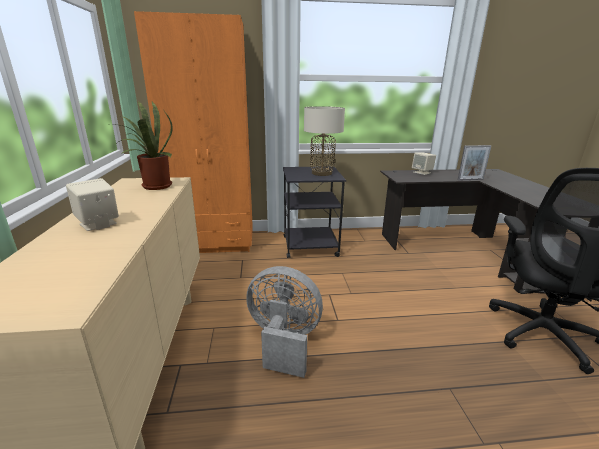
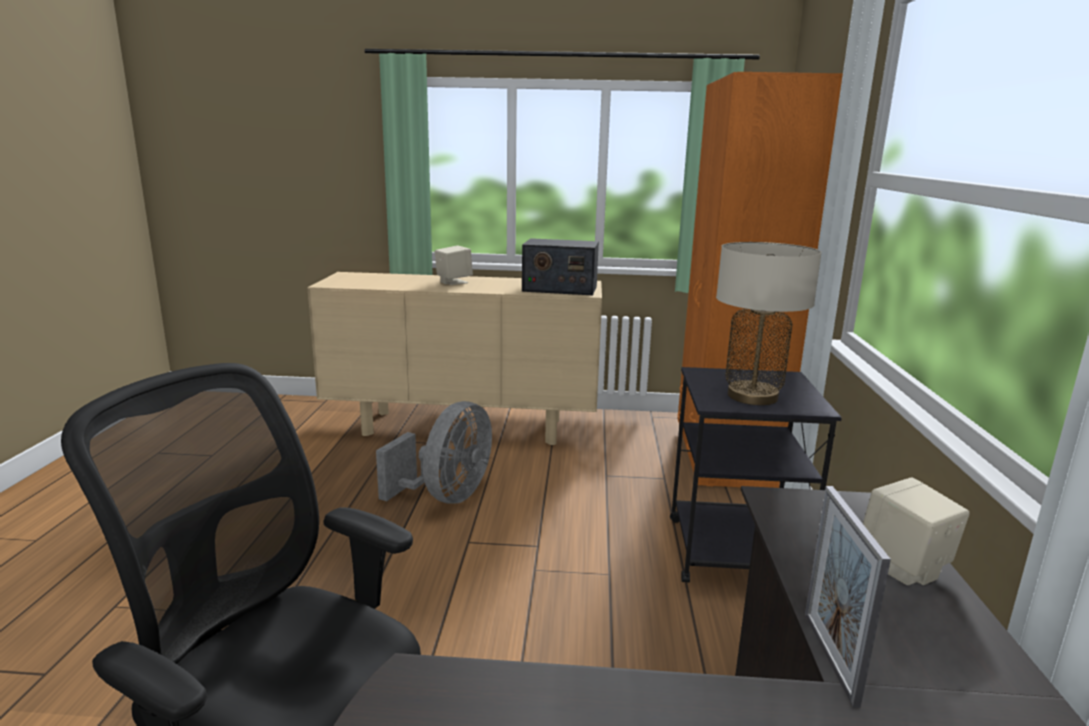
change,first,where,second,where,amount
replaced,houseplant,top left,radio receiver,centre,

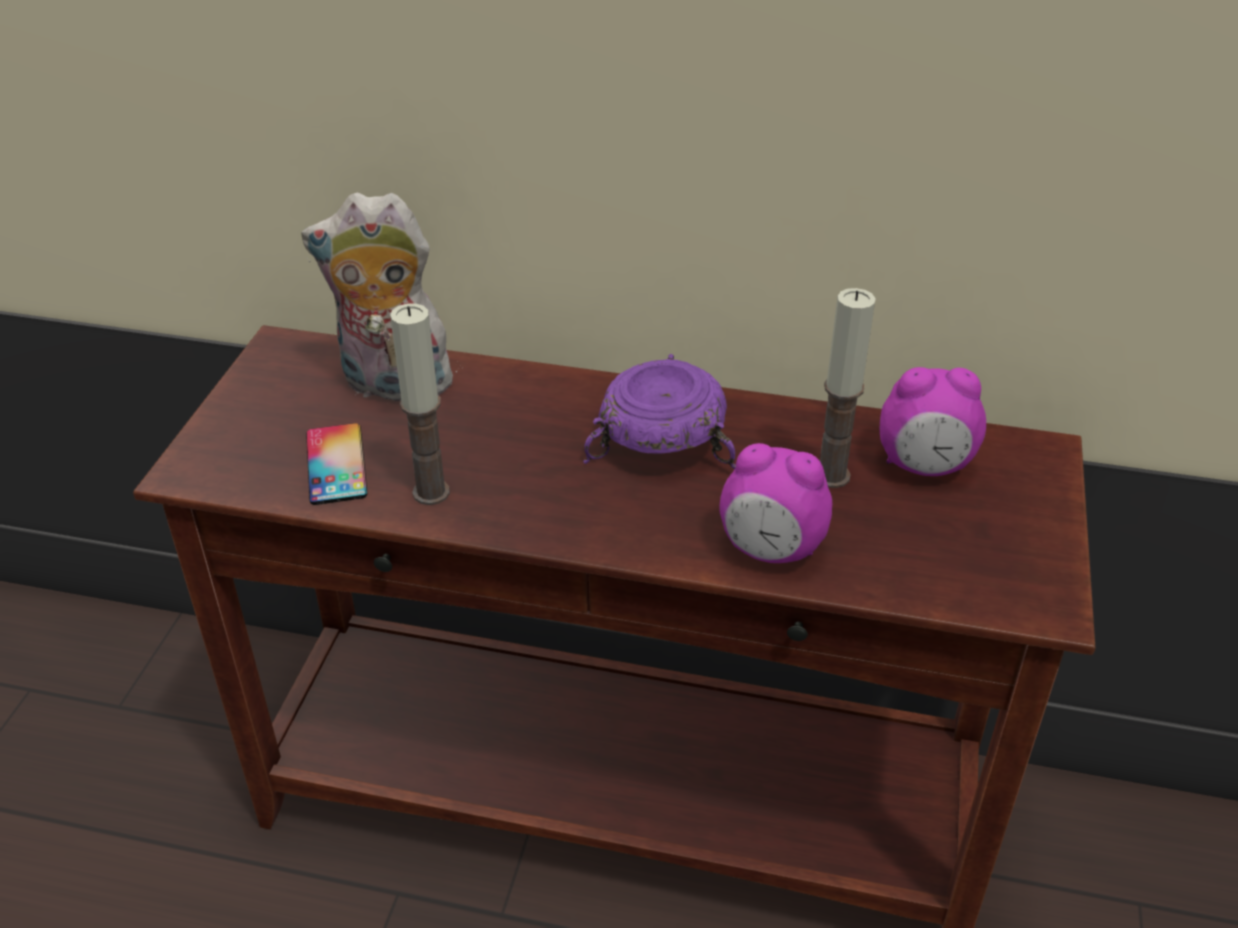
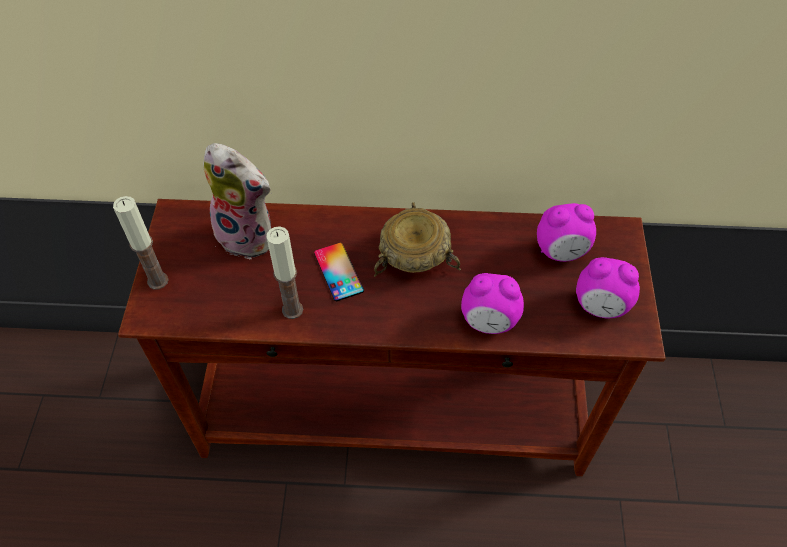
change,first,where,second,where,amount
turned,cuddly toy,top left,,middle left,150 degrees counterclockwise
moved,handset,middle left,,centre,
recoloured,purple bowl,centre,sand-coloured bowl,centre,
moved,wax candle (2nd from left in the first image),middle right,wax candle (1st from left),middle left,
added,,,table clock (3rd from left),middle right,

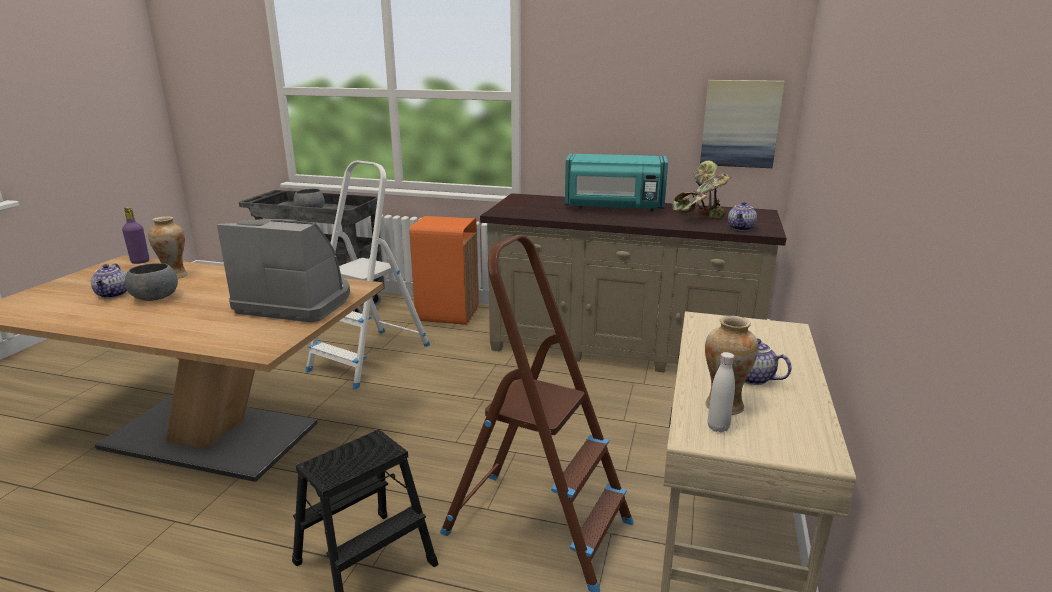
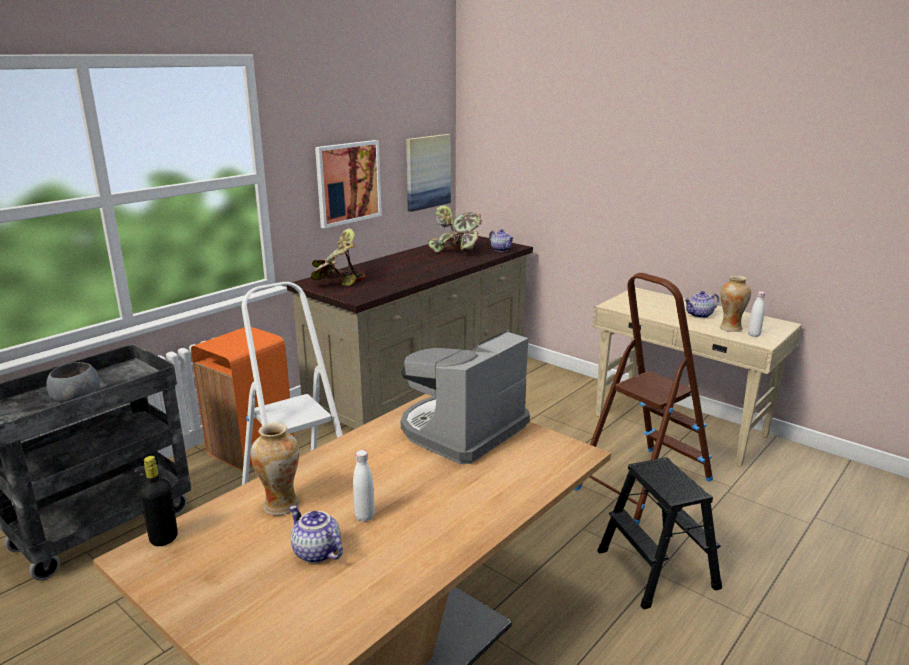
change,first,where,second,where,amount
turned,tea pot (1st from left),middle left,,bottom centre,150 degrees counterclockwise
recoloured,purple beverage bottle,middle left,black beverage bottle,bottom left,
replaced,greyish bowl (1st from left),middle left,white-coloured beverage bottle (1st from left),bottom centre,
removed,blue-green microwave,top centre,,,
added,,,houseplant (1st from left),centre,
added,,,wall picture (1st from left),top centre,

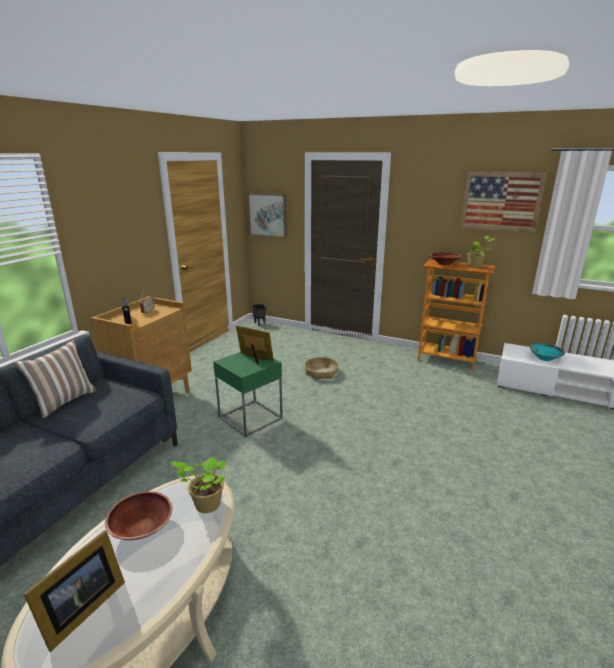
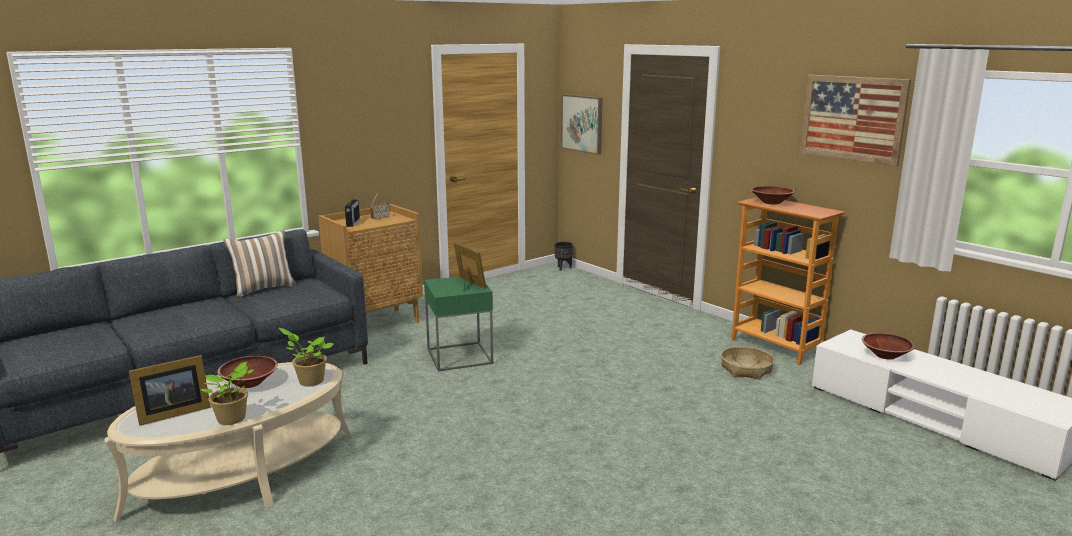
change,first,where,second,where,amount
moved,storage basket,centre,,bottom right,
moved,houseplant (2nd from left in the first image),middle right,houseplant (1st from left),bottom left,
recoloured,blue-green bowl,middle right,brown bowl (3rd from left),middle right,

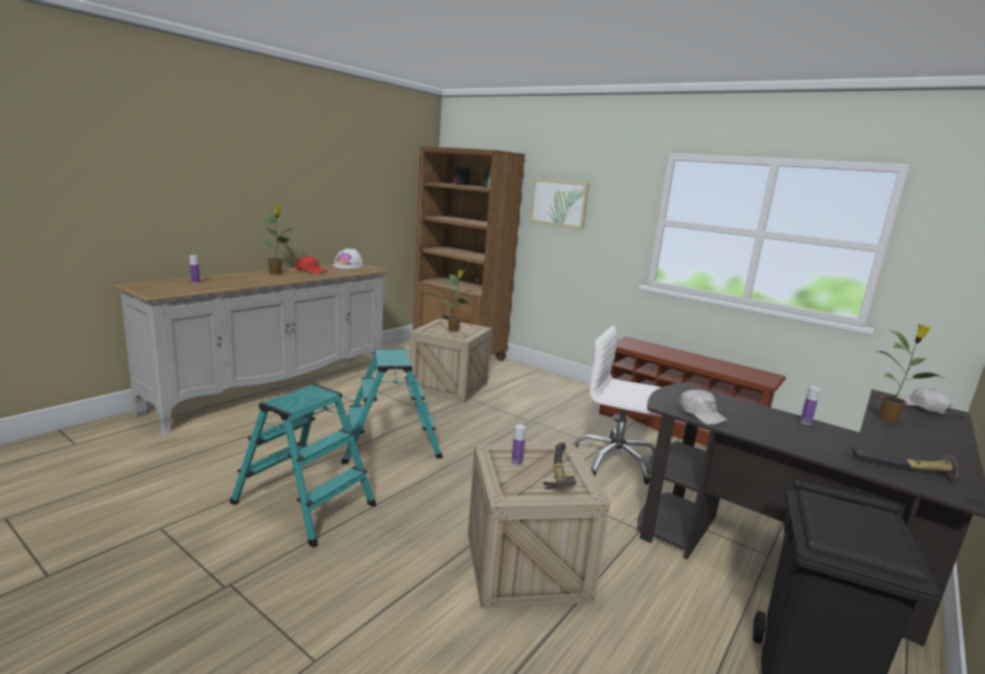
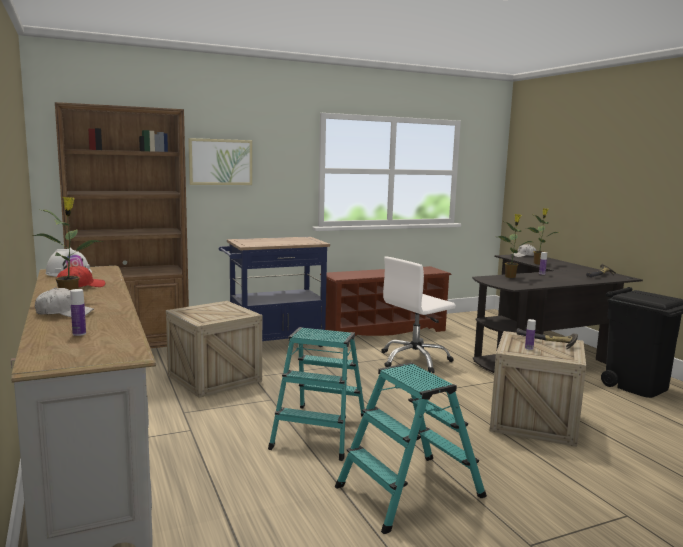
change,first,where,second,where,amount
moved,houseplant (2nd from left),centre,,middle right,
moved,white-coloured cap (1st from left),middle right,,middle left,
added,,,blue trolley,centre,

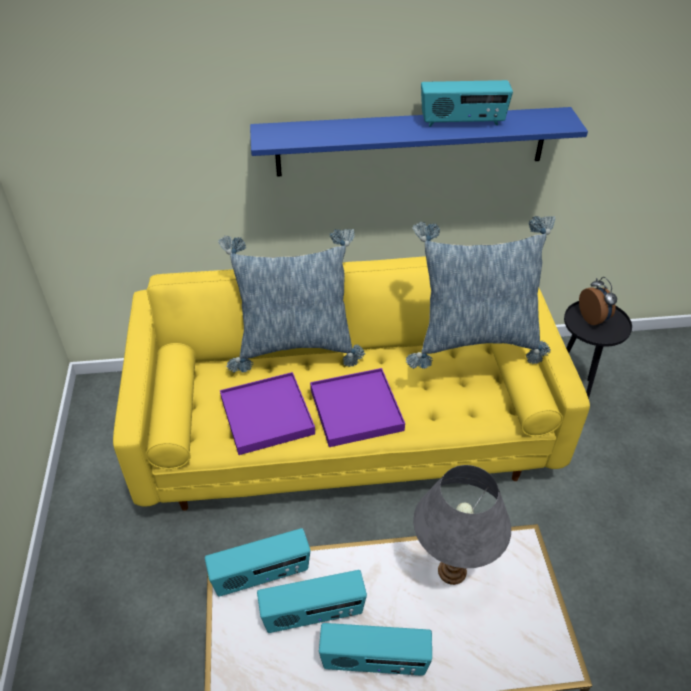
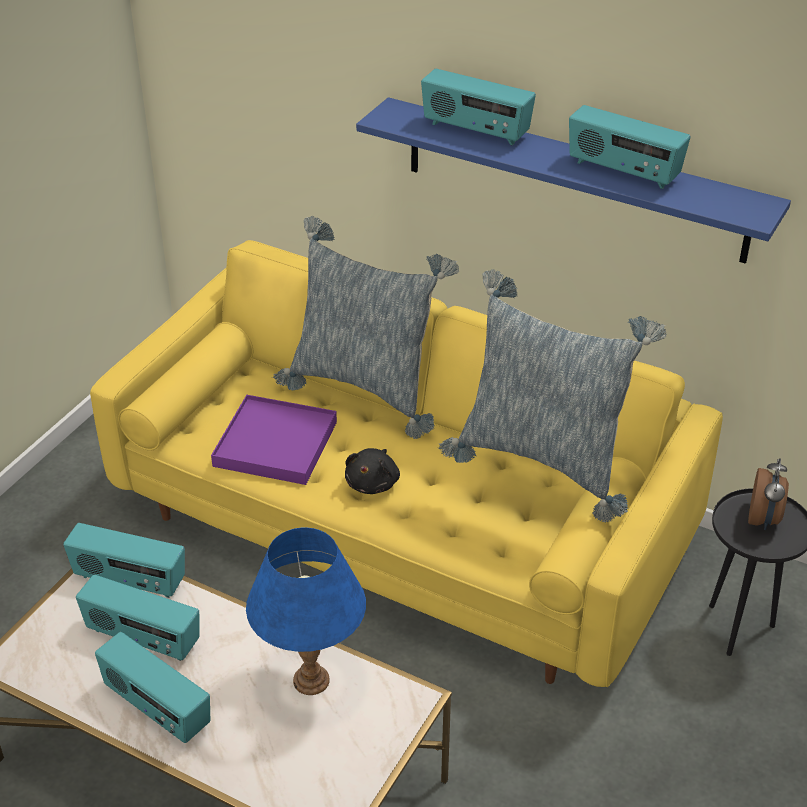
change,first,where,second,where,amount
replaced,purple tray (2nd from left),centre,black cuddly toy,centre,
recoloured,greyish table lamp,bottom right,blue table lamp,bottom centre,
added,,,radio receiver (4th from left),top centre,

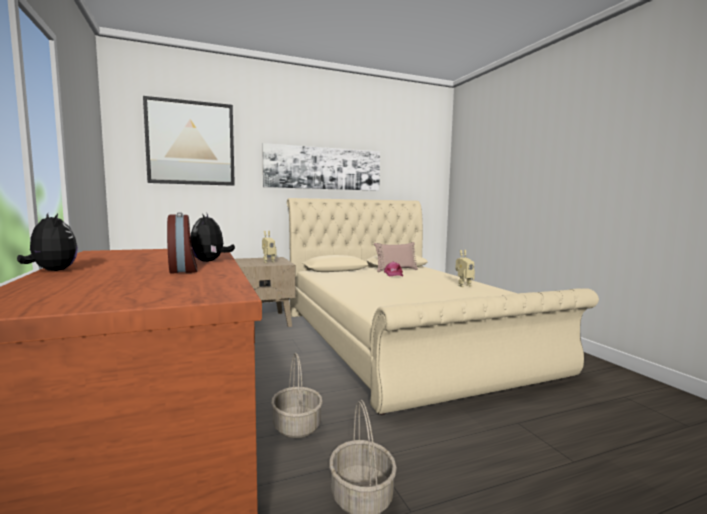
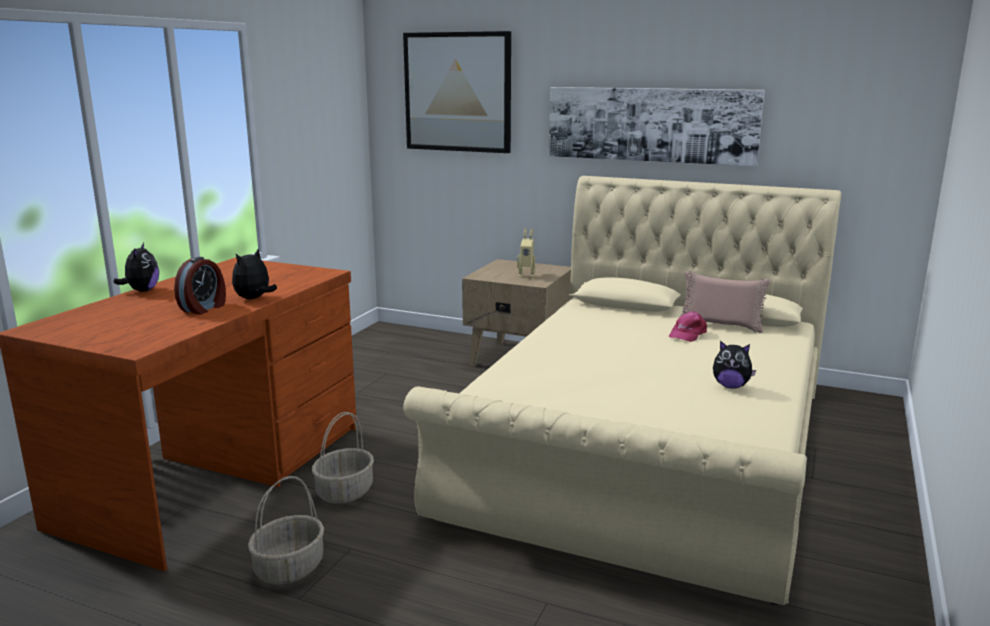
change,first,where,second,where,amount
replaced,model robot (2nd from left),centre,cuddly toy (3rd from left),middle right,

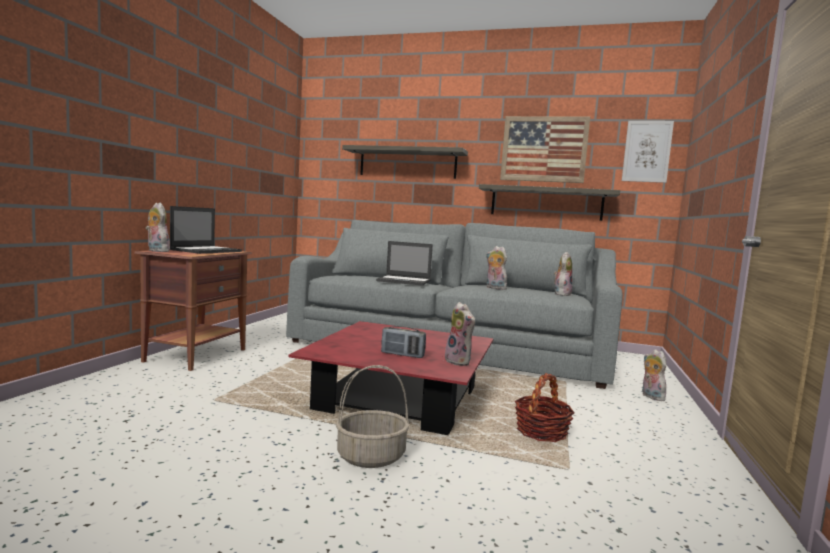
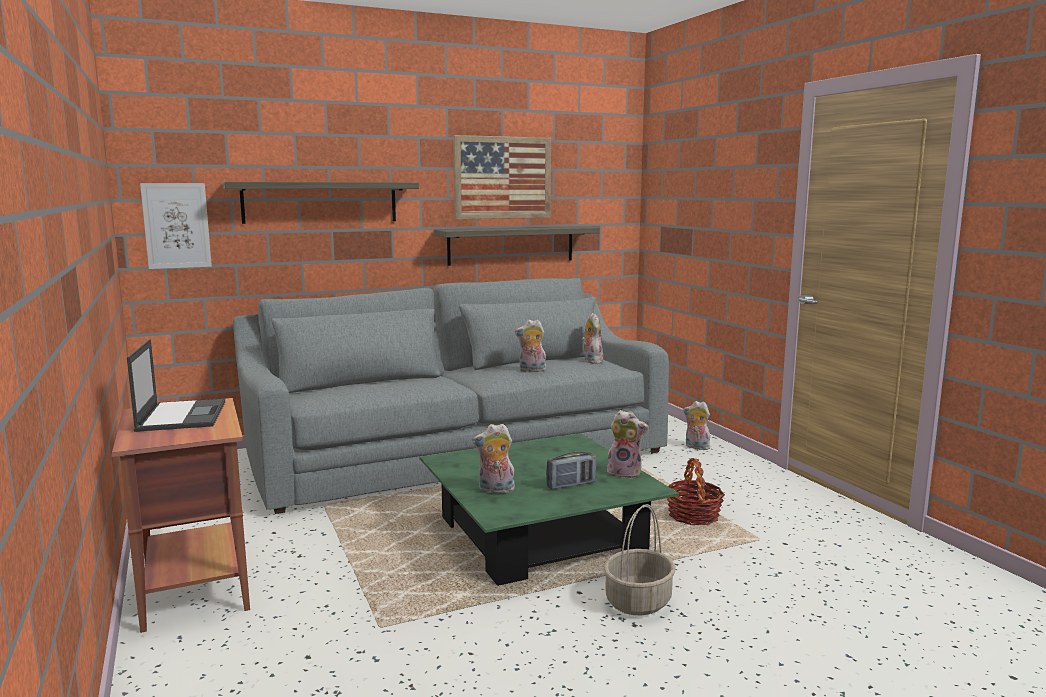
change,first,where,second,where,amount
moved,cuddly toy (1st from left),middle left,,centre,
recoloured,reddish low table,bottom centre,green-coloured low table,bottom centre,
removed,portable computer (2nd from left),centre,,,
moved,wall picture (2nd from left in the first image),top right,wall picture (1st from left),top left,

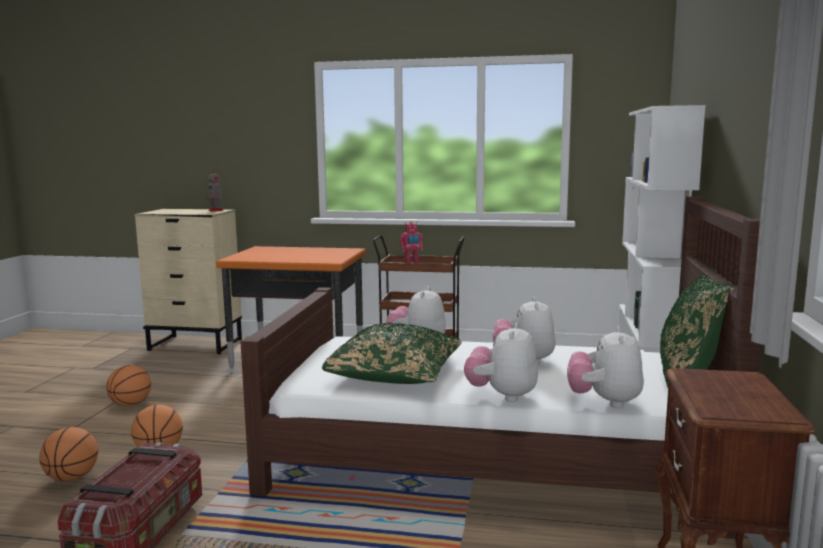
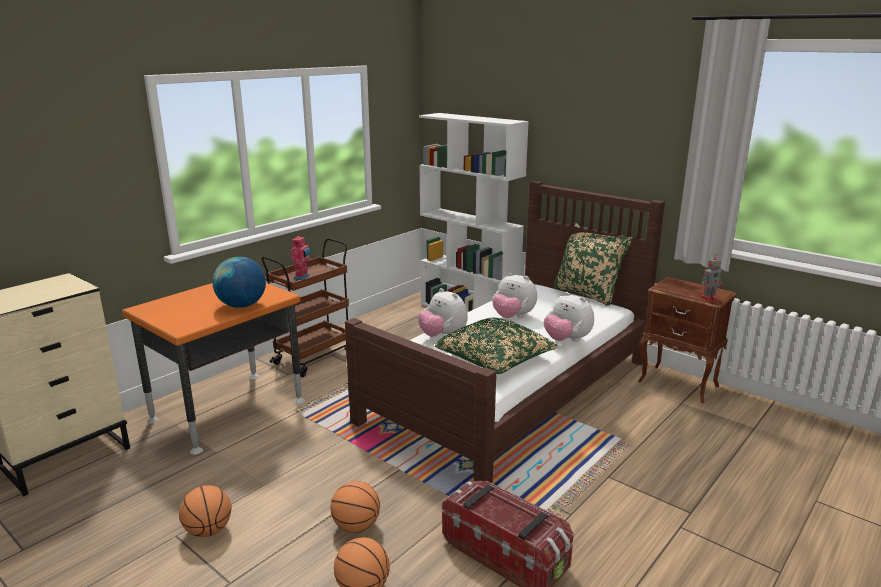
change,first,where,second,where,amount
moved,model robot (1st from left in the first image),middle left,model robot (2nd from left),middle right,
removed,cuddly toy (4th from left),bottom right,,,
added,,,globe,middle left,

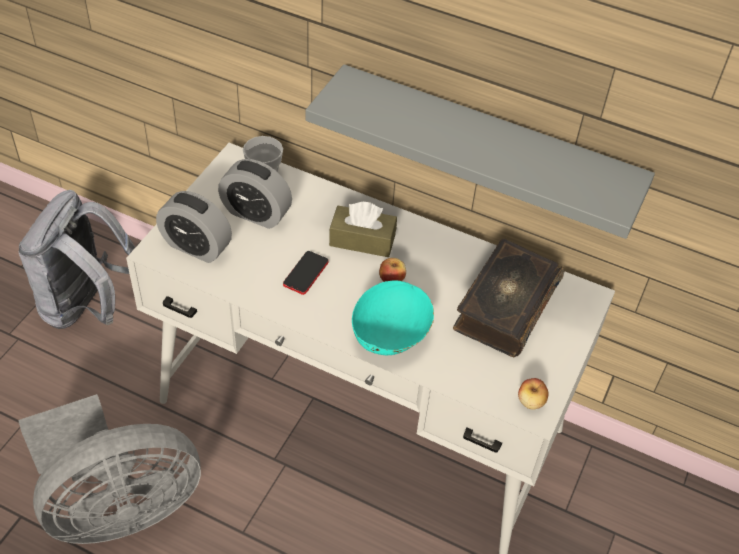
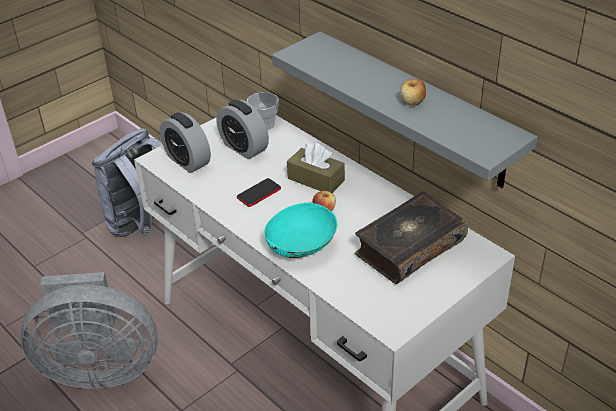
change,first,where,second,where,amount
moved,whole apple (2nd from left),bottom right,,top right,

